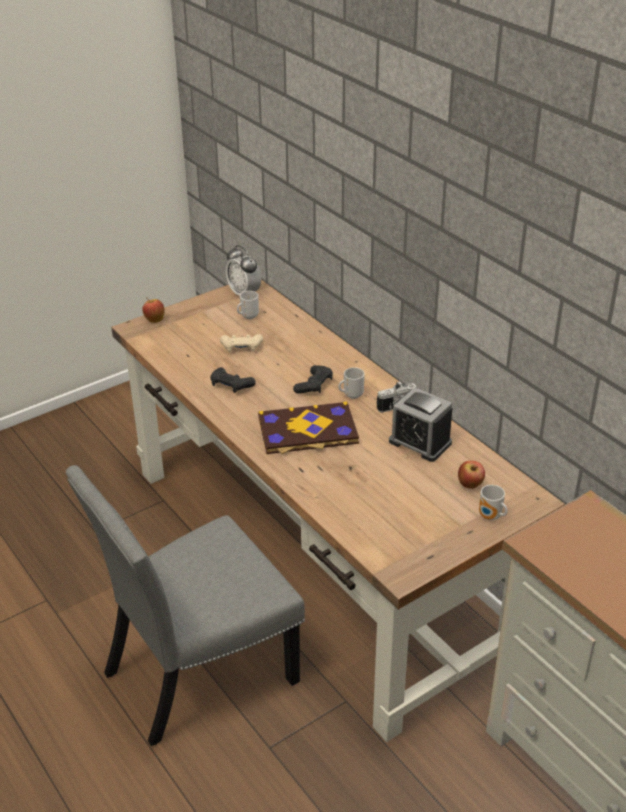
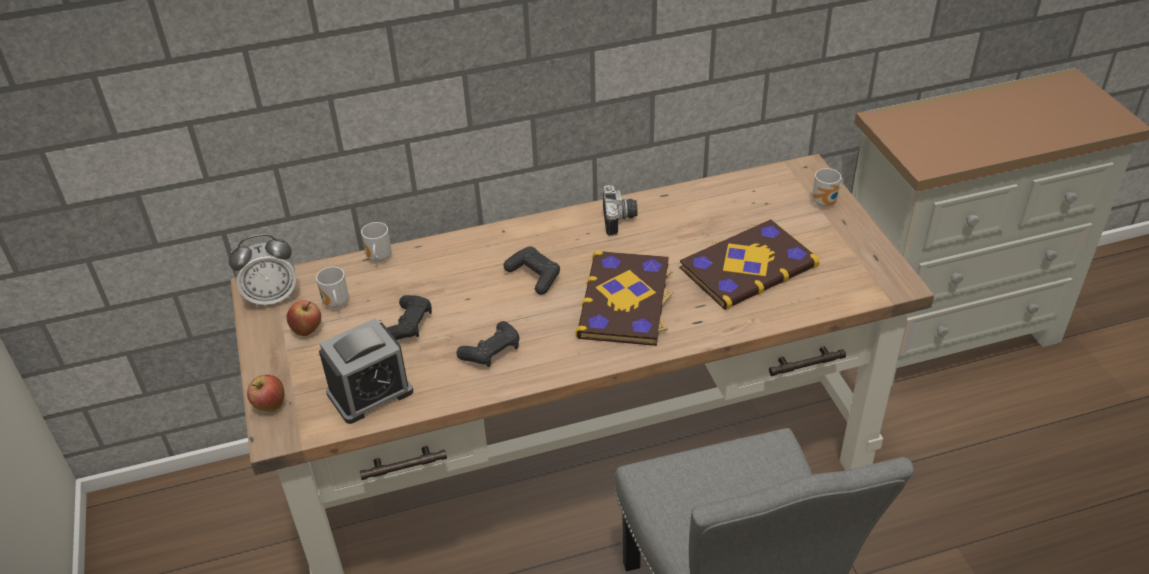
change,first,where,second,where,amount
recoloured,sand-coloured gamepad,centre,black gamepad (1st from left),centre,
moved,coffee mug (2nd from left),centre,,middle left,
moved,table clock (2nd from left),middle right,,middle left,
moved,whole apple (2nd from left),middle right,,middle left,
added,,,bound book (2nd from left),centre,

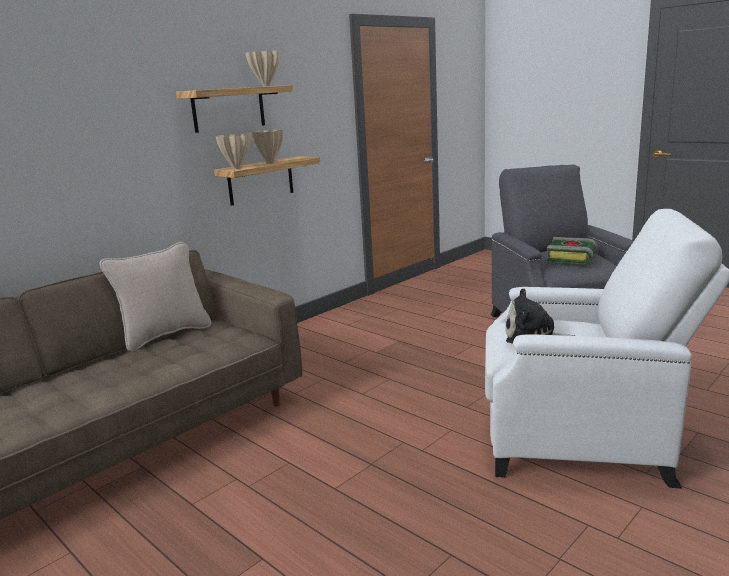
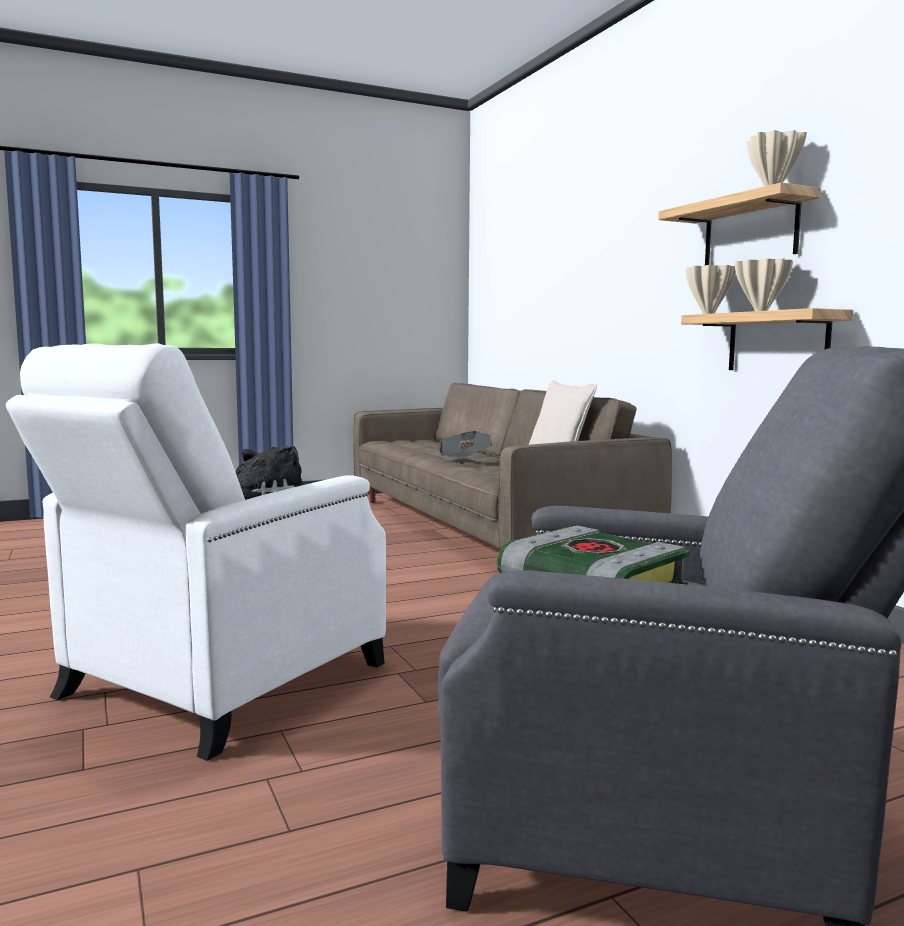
change,first,where,second,where,amount
added,,,newspaper,centre,

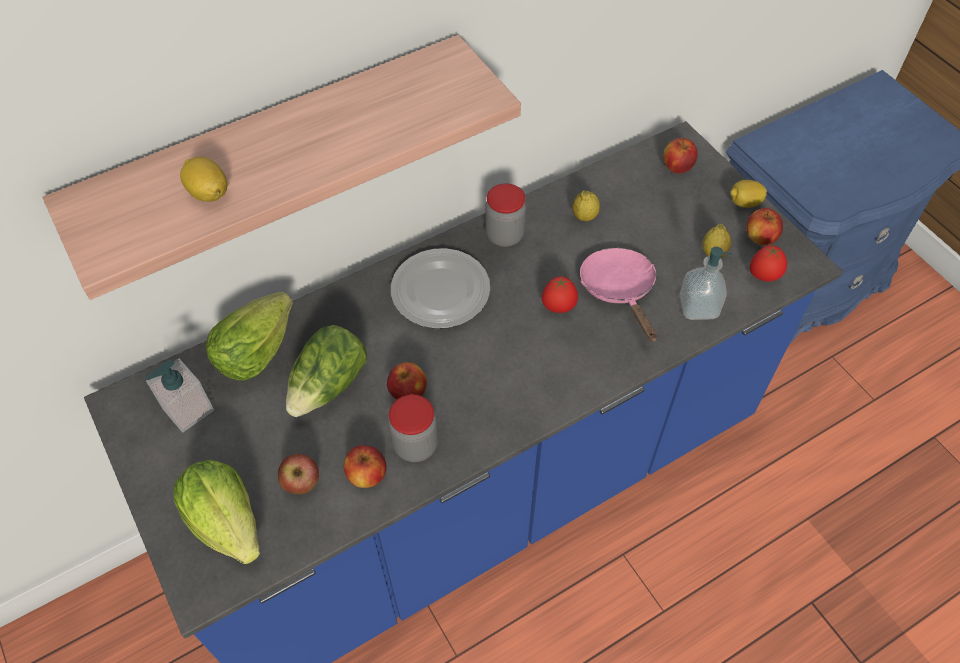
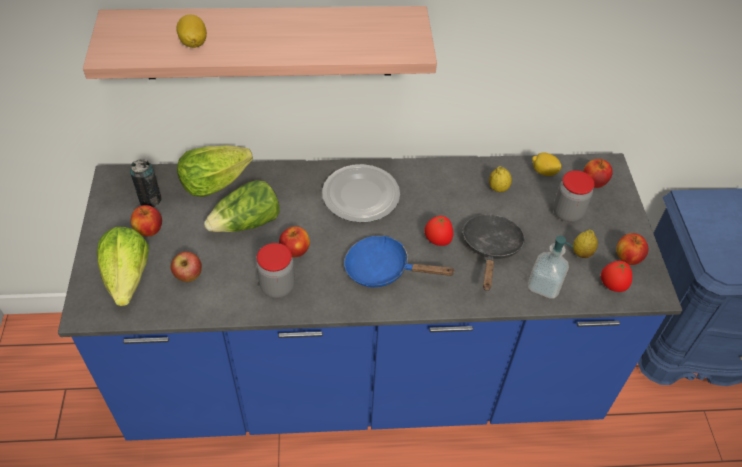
change,first,where,second,where,amount
replaced,soap dispenser (1st from left),middle left,sealed can,middle left,
moved,whole apple (2nd from left in the first image),bottom centre,whole apple (1st from left),middle left,
moved,storage jar (2nd from left),top centre,,middle right,
recoloured,pink skillet,centre,black skillet,centre,
moved,lemon (4th from left in the first image),top right,lemon (3rd from left),middle right,
added,,,blue skillet,centre,

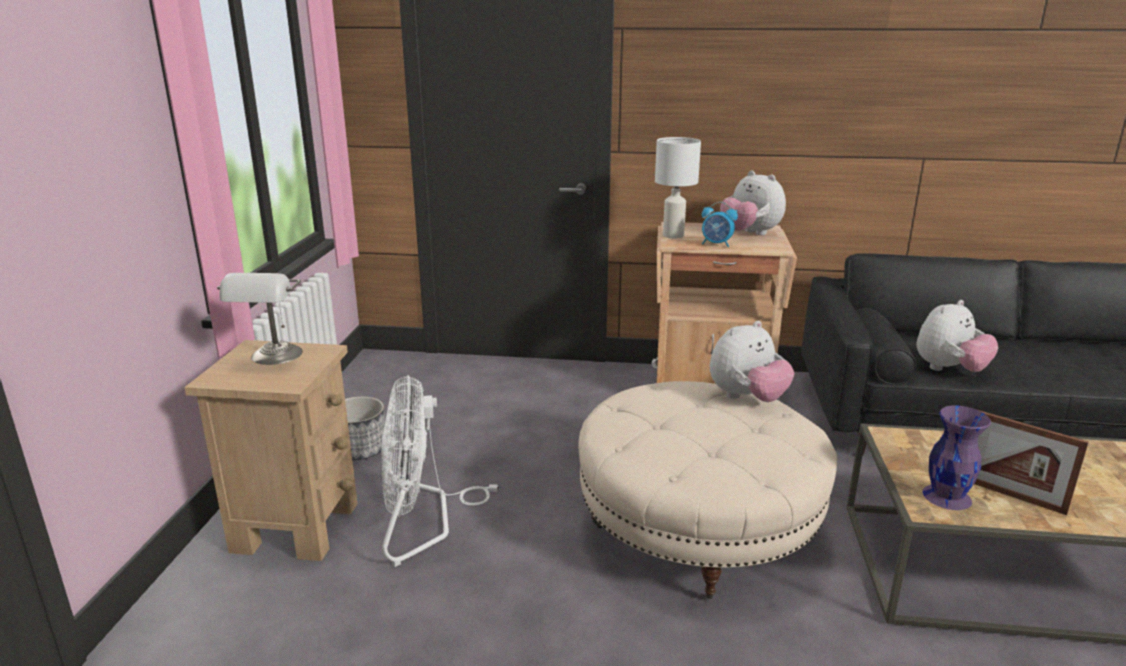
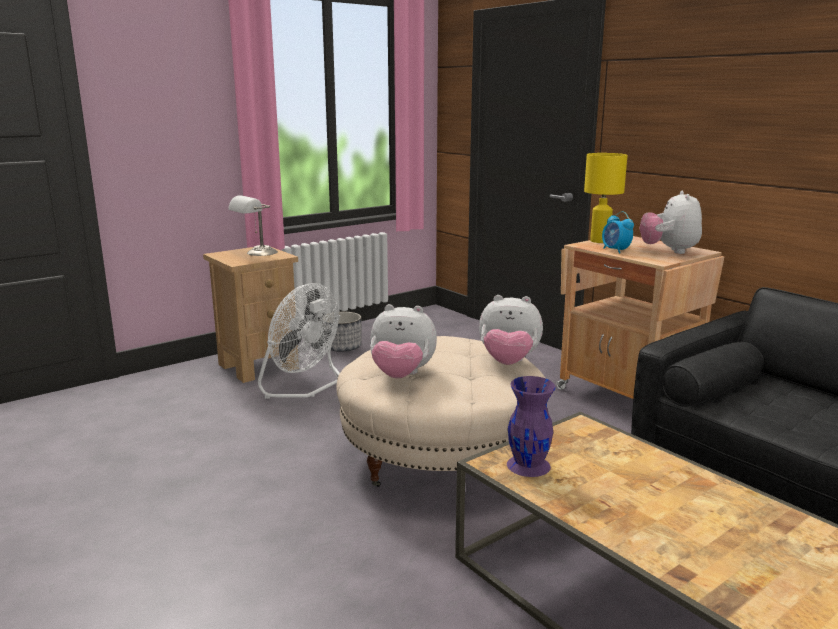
change,first,where,second,where,amount
recoloured,white-coloured table lamp (2nd from left),top centre,yellow table lamp,top right,
moved,cuddly toy (3rd from left in the first image),middle right,cuddly toy (1st from left),centre,
removed,picture frame,bottom right,,,

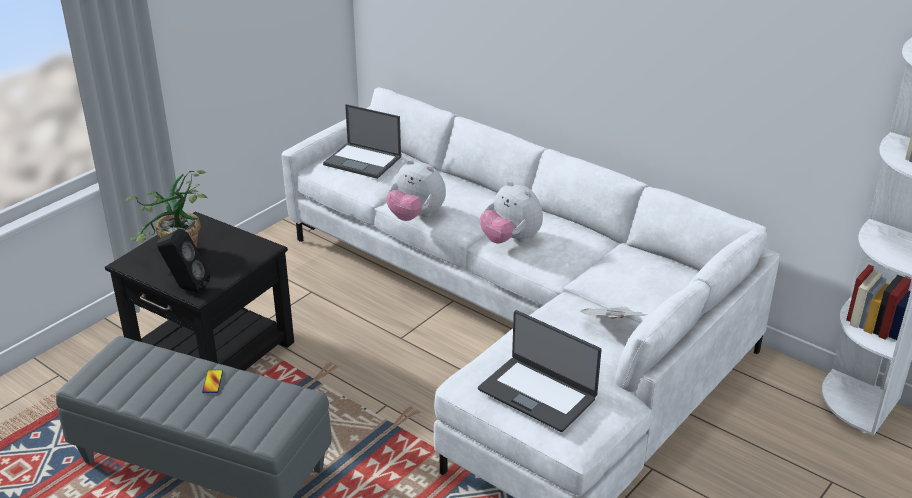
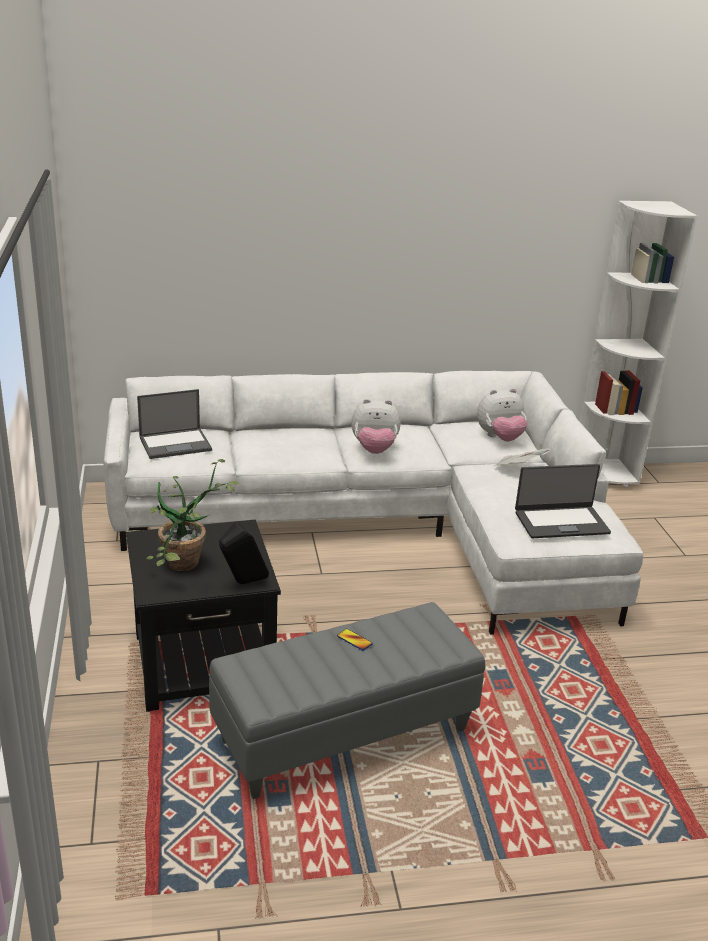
change,first,where,second,where,amount
moved,cuddly toy (1st from left in the first image),centre,cuddly toy (2nd from left),middle right,

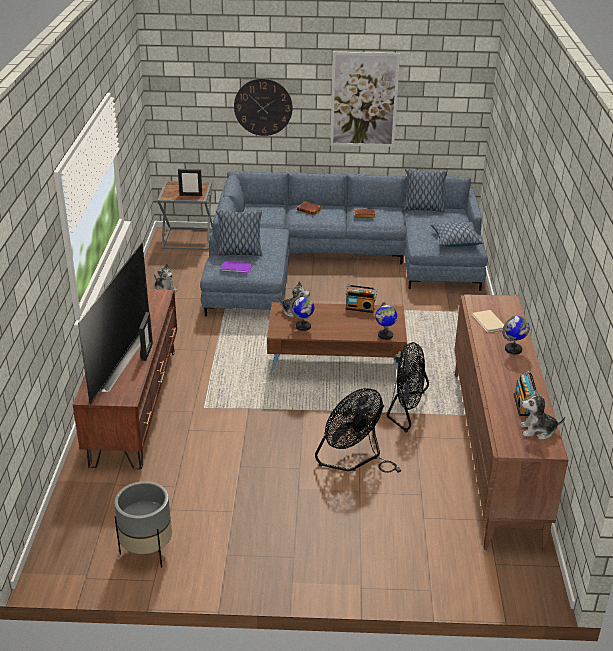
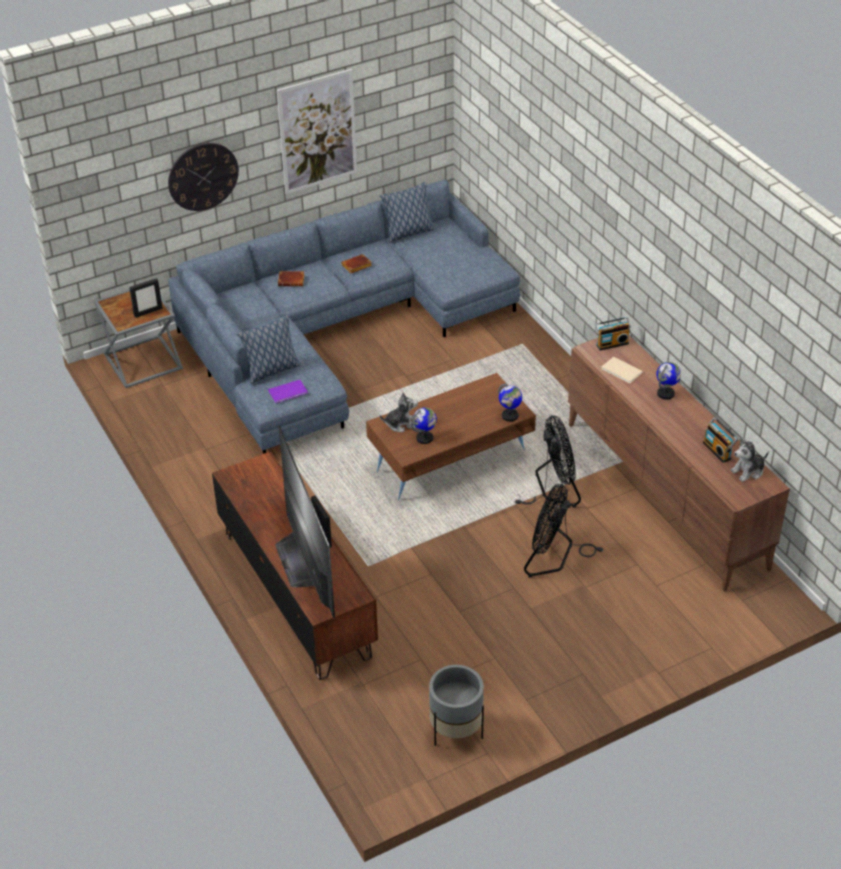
change,first,where,second,where,amount
removed,cuddly toy (1st from left),middle left,,,
moved,radio receiver (1st from left),centre,,middle right,
removed,cushion (3rd from left),middle right,,,

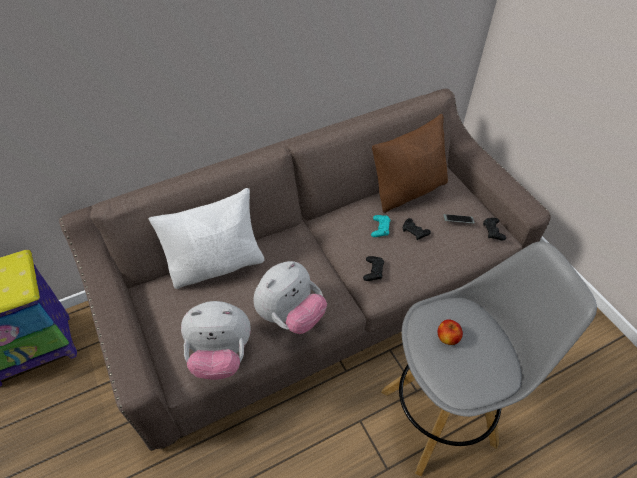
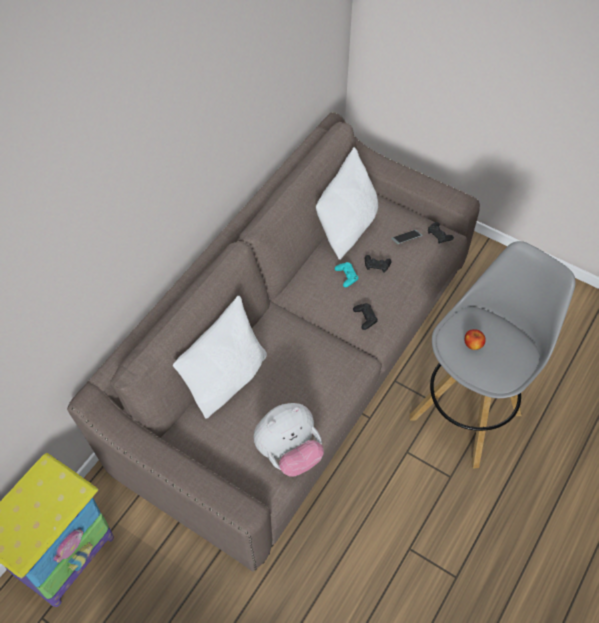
change,first,where,second,where,amount
removed,cuddly toy (2nd from left),centre,,,
recoloured,brown cushion,centre,white-coloured cushion (2nd from left),top centre,

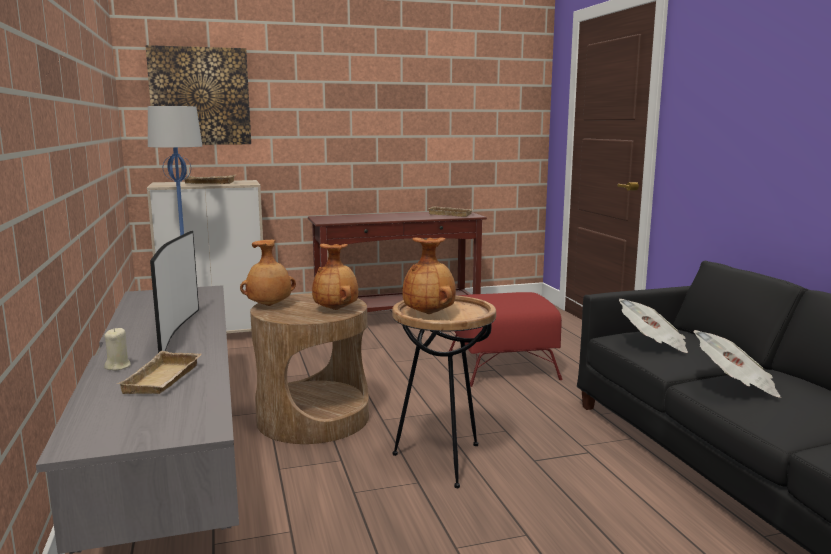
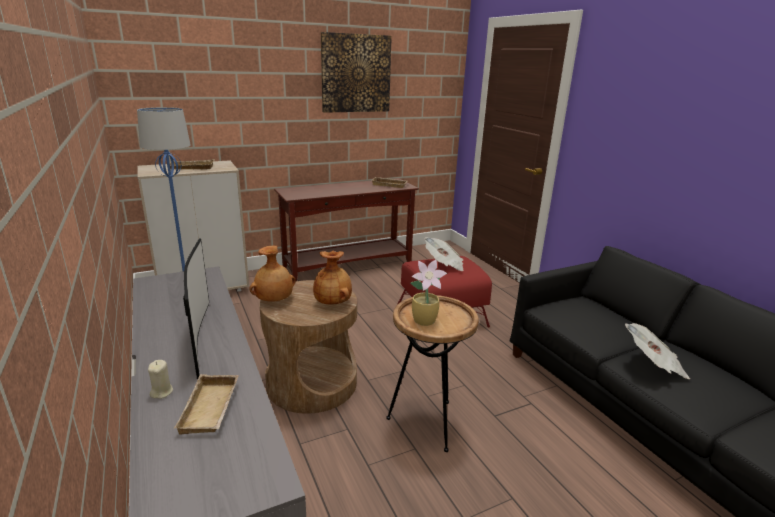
change,first,where,second,where,amount
moved,wall picture,top left,,top centre,
replaced,brown flower vase (3rd from left),centre,houseplant,centre,
moved,newspaper (1st from left),middle right,,centre,

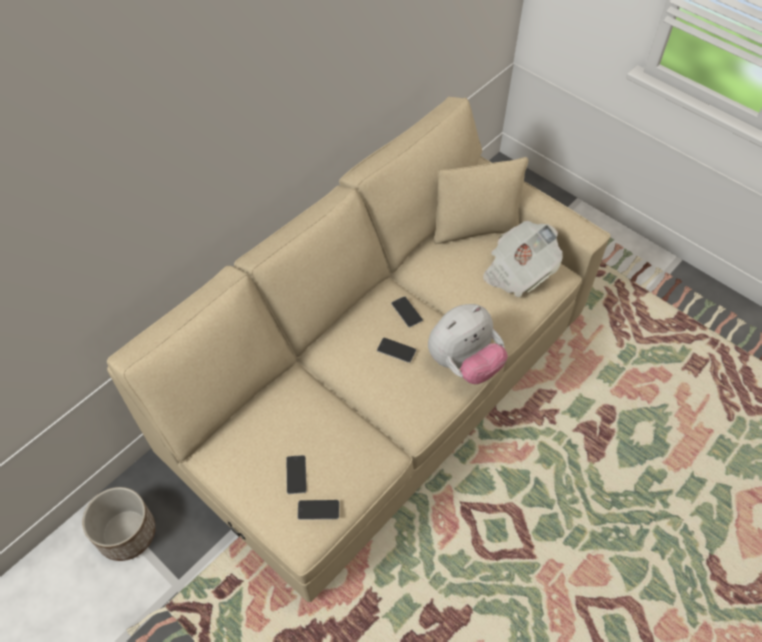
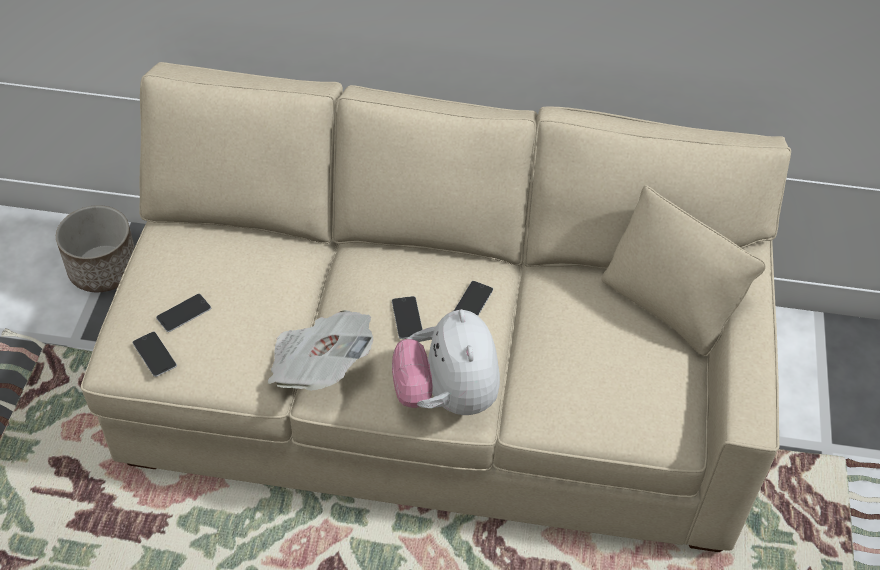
change,first,where,second,where,amount
turned,cuddly toy,centre,,centre,60 degrees clockwise
moved,newspaper,middle right,,centre,

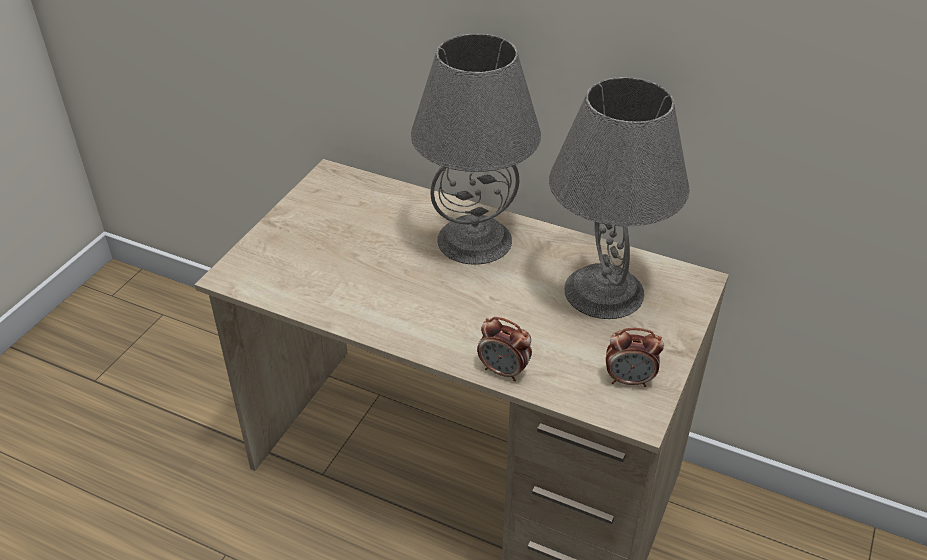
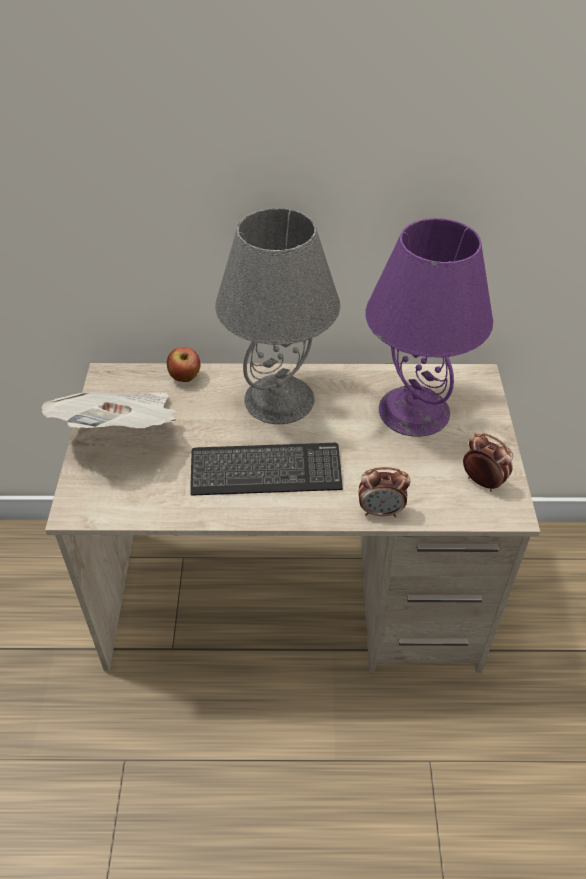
change,first,where,second,where,amount
recoloured,greyish table lamp (2nd from left),middle right,purple table lamp,middle right,
turned,table clock (2nd from left),middle right,,middle right,120 degrees counterclockwise
added,,,newspaper,middle left,
added,,,whole apple,middle left,
added,,,computer keyboard,centre,

